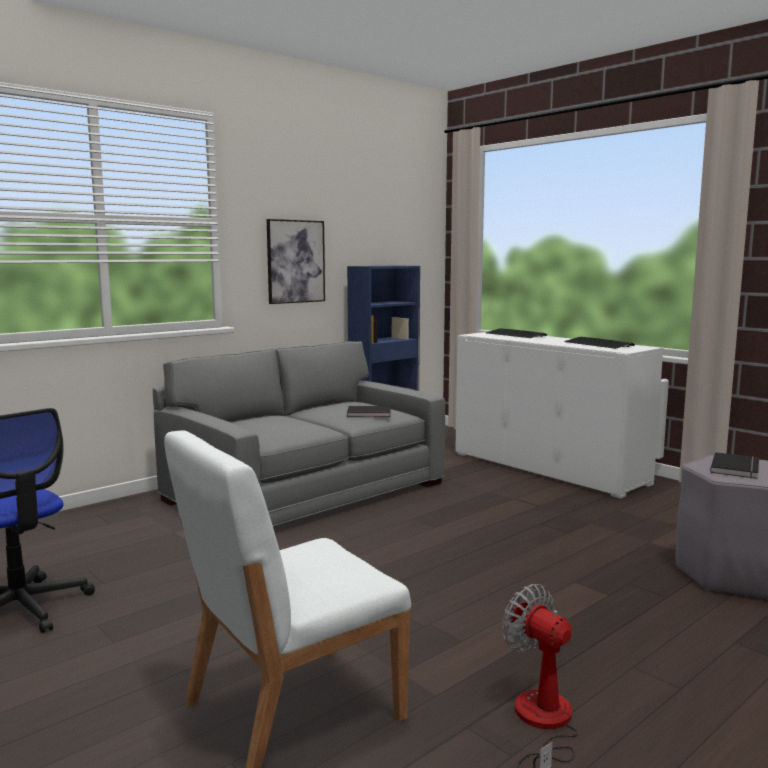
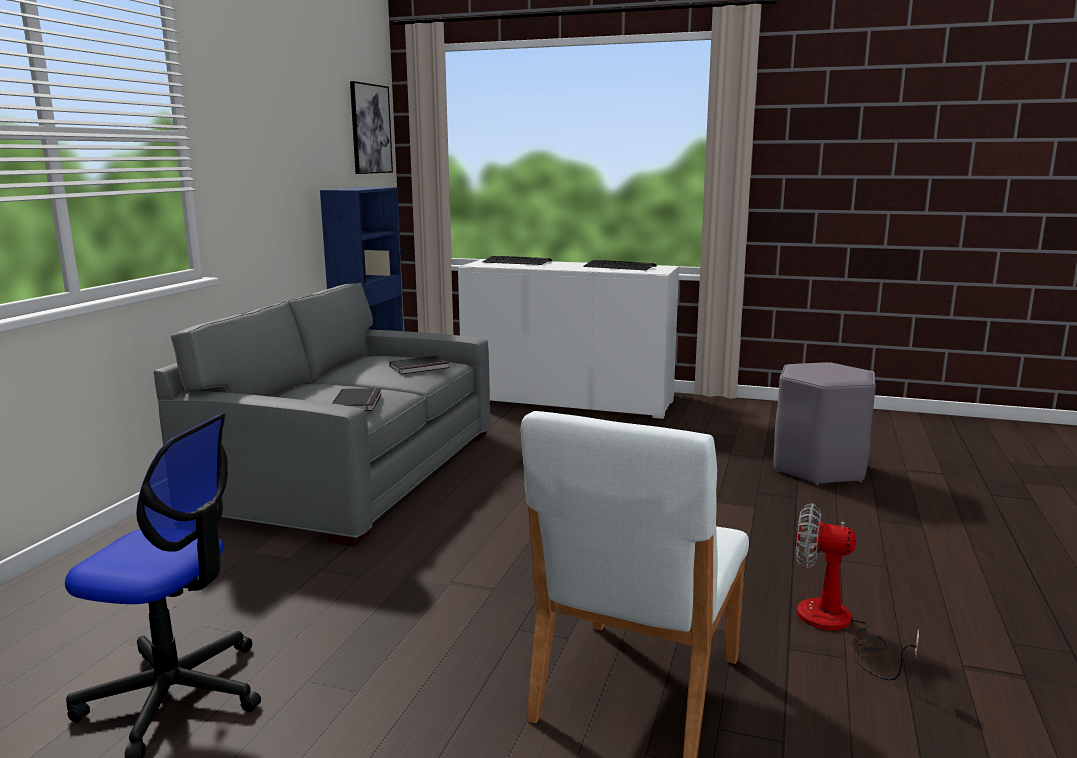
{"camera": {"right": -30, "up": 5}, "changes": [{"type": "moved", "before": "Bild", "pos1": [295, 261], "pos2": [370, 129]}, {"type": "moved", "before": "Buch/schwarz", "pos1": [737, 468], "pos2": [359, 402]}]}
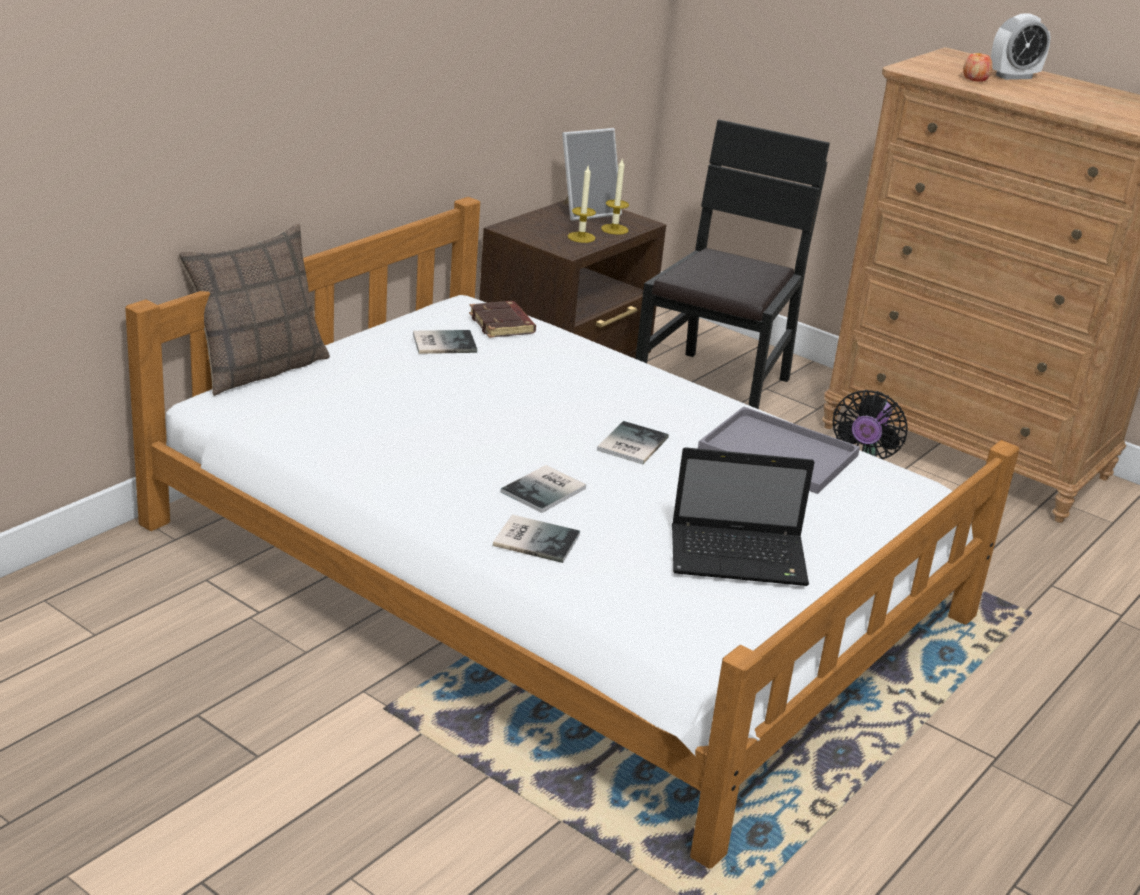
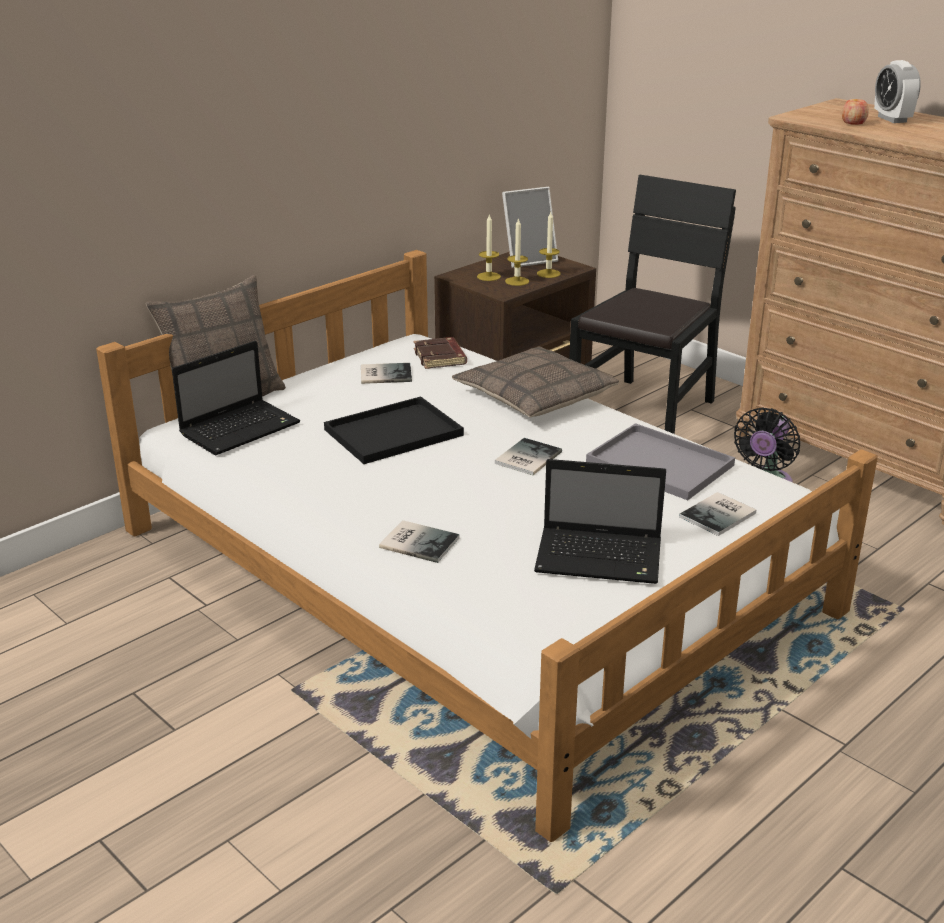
{"camera": {"right": 10, "up": 0}, "changes": [{"type": "moved", "before": "Buch", "pos1": [546, 490], "pos2": [720, 515]}, {"type": "turned", "before": "Wecker", "pos1": [1013, 77], "pos2": [892, 119], "turn": 90}, {"type": "added", "after": "Laptop", "pos2": [241, 428]}, {"type": "added", "after": "Tablett/schwarz", "pos2": [392, 433]}, {"type": "added", "after": "Kissen", "pos2": [534, 396]}, {"type": "added", "after": "Kerze", "pos2": [488, 276]}]}
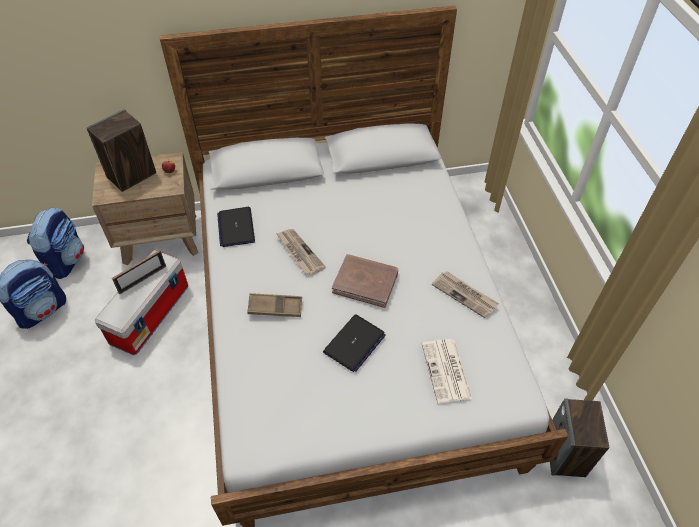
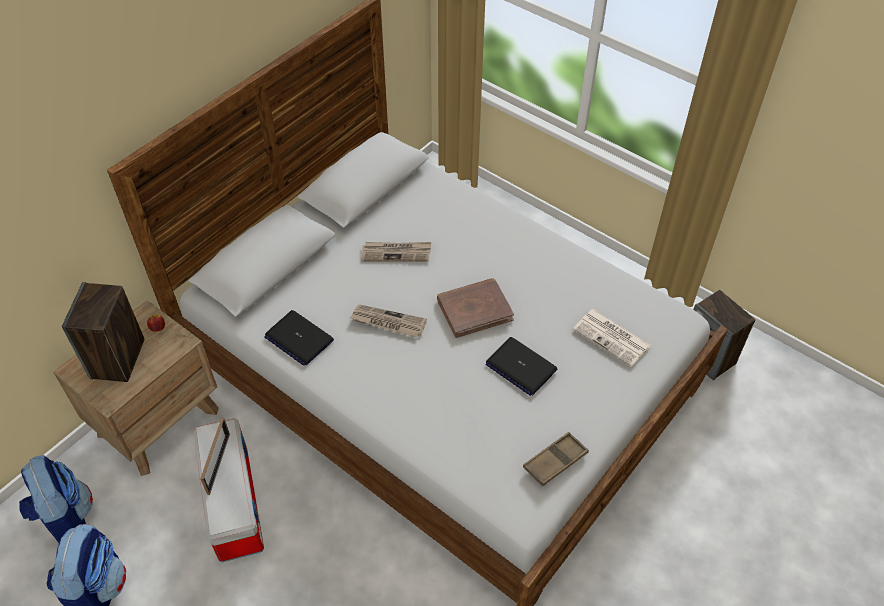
{"camera": {"right": -40, "up": 0}, "changes": [{"type": "moved", "before": "Tablett/braun", "pos1": [275, 308], "pos2": [555, 461]}, {"type": "turned", "before": "Laptop", "pos1": [354, 344], "pos2": [520, 367], "turn": 135}, {"type": "moved", "before": "Zeitung", "pos1": [465, 295], "pos2": [396, 253]}]}
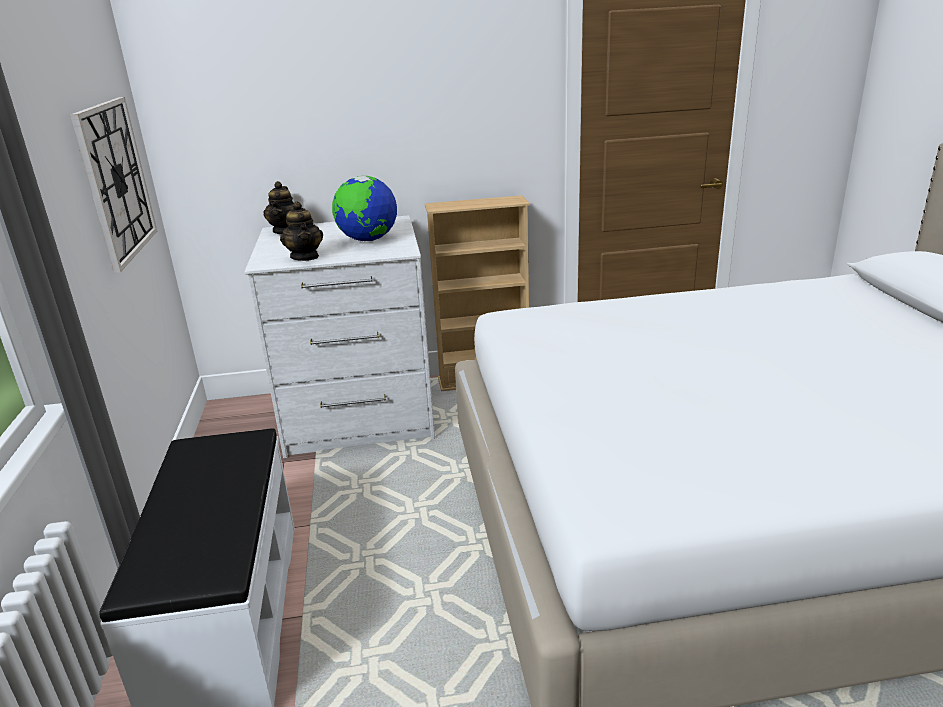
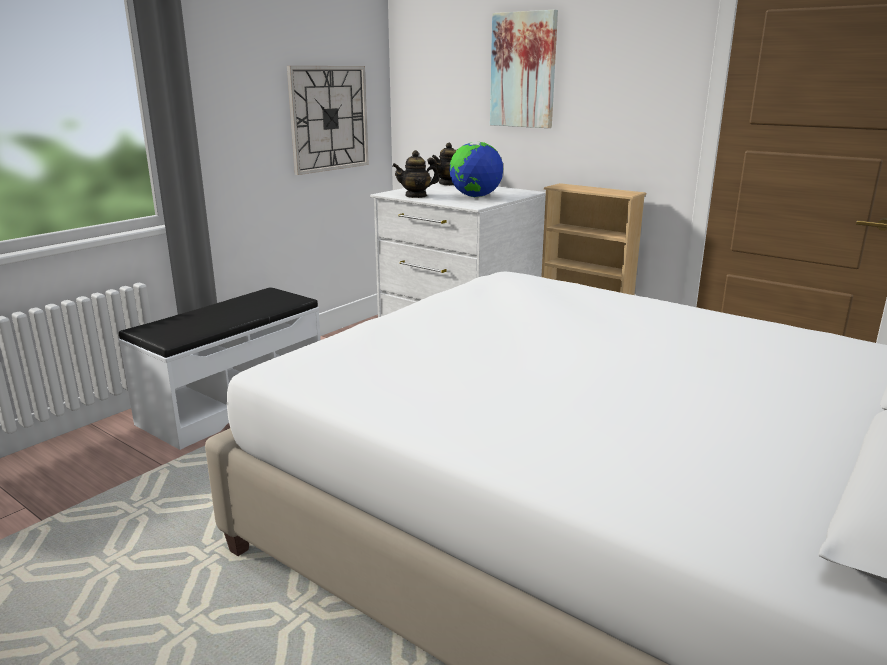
{"camera": {"right": 45, "up": -5}, "changes": [{"type": "turned", "before": "Teekanne", "pos1": [305, 257], "pos2": [416, 196], "turn": 45}, {"type": "added", "after": "Bild", "pos2": [523, 70]}]}
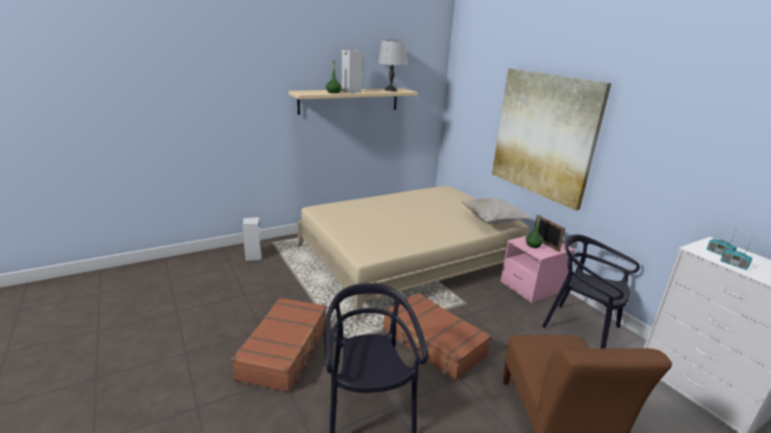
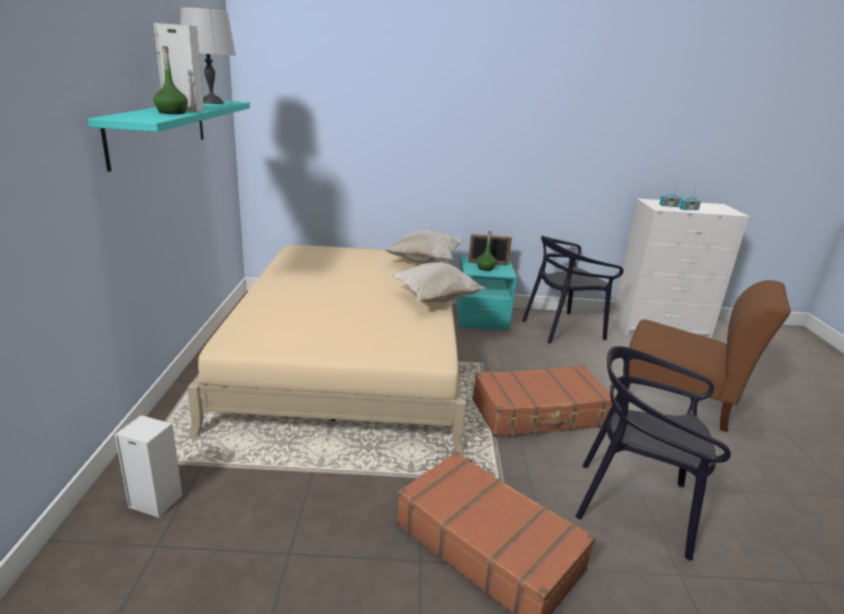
{"camera": {"right": -60, "up": 0}, "changes": [{"type": "recoloured", "before": "Wandregal/beige", "after": "Wandregal/türkis", "pos1": [349, 100], "pos2": [160, 130]}, {"type": "removed", "before": "Bild", "pos1": [544, 135]}, {"type": "recoloured", "before": "Nachttisch/rosa", "after": "Nachttisch/türkis", "pos1": [531, 287], "pos2": [481, 318]}, {"type": "added", "after": "Kissen/weiß", "pos2": [434, 299]}]}
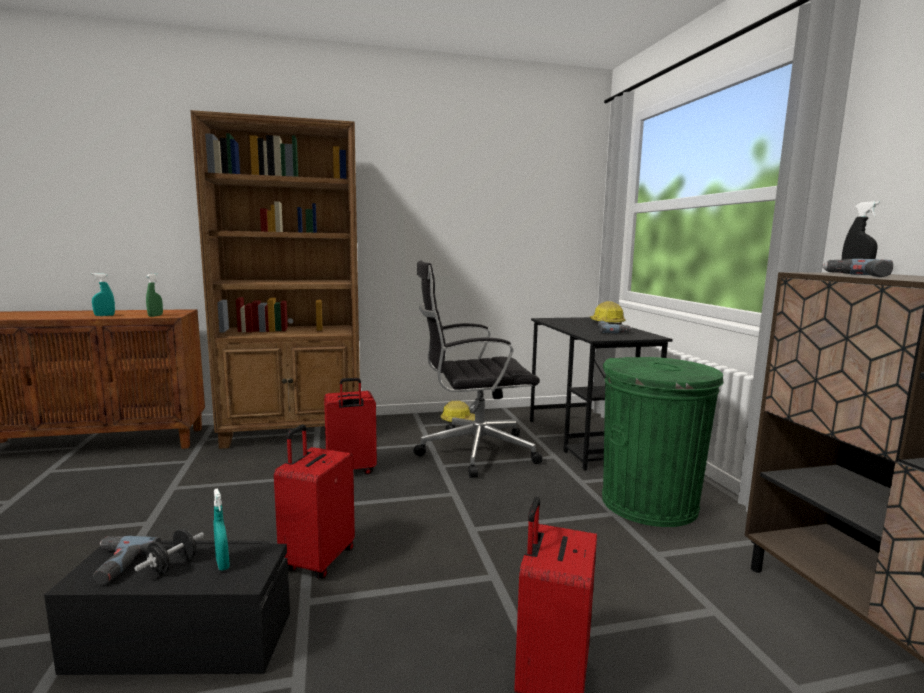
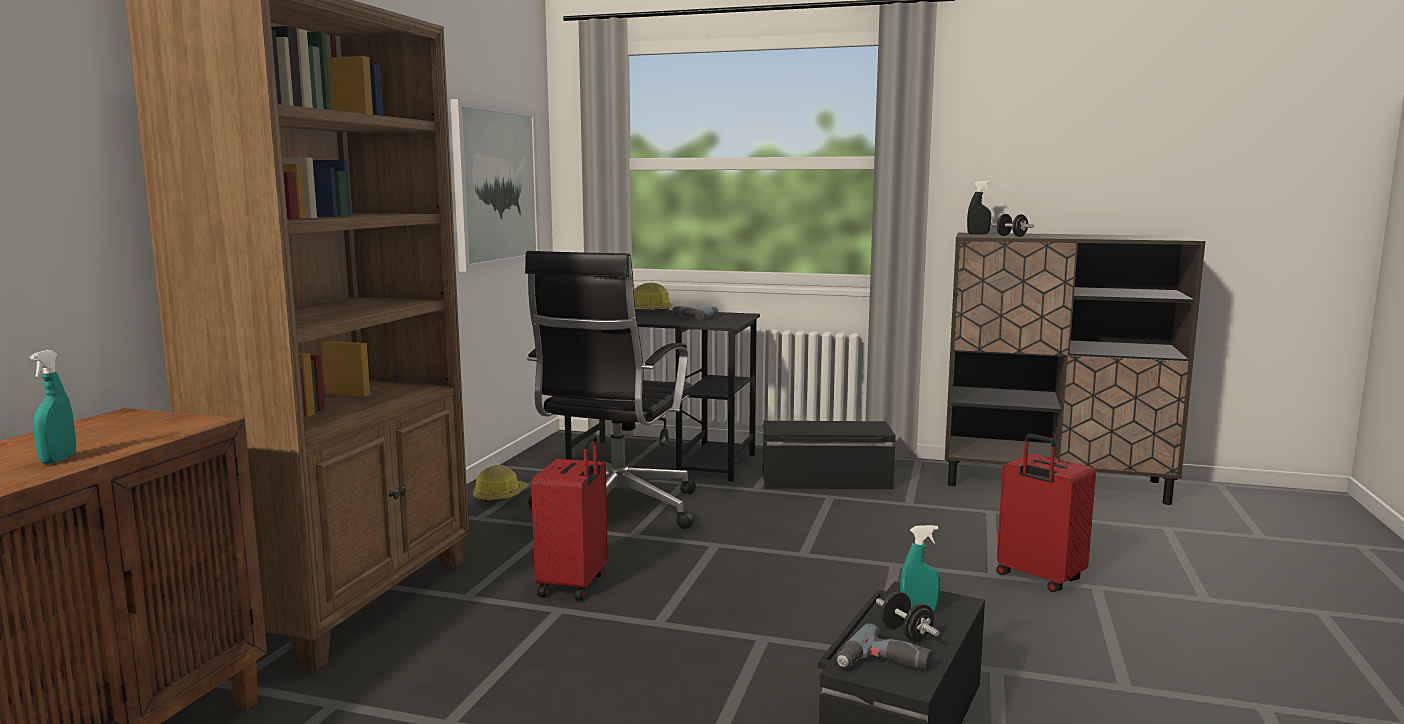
{"camera": {"right": -60, "up": 0}, "changes": [{"type": "removed", "before": "Sprühflasche/grün", "pos1": [155, 316]}, {"type": "removed", "before": "Koffer/rot", "pos1": [317, 560]}, {"type": "replaced", "before": "Mülleimer/grün", "after": "Aufbewahrungsbox/schwarz", "pos1": [649, 503], "pos2": [826, 480]}, {"type": "replaced", "before": "Bohrmaschine", "after": "Hantel/schwarz", "pos1": [859, 275], "pos2": [1011, 236]}, {"type": "added", "after": "Bild", "pos2": [496, 186]}]}
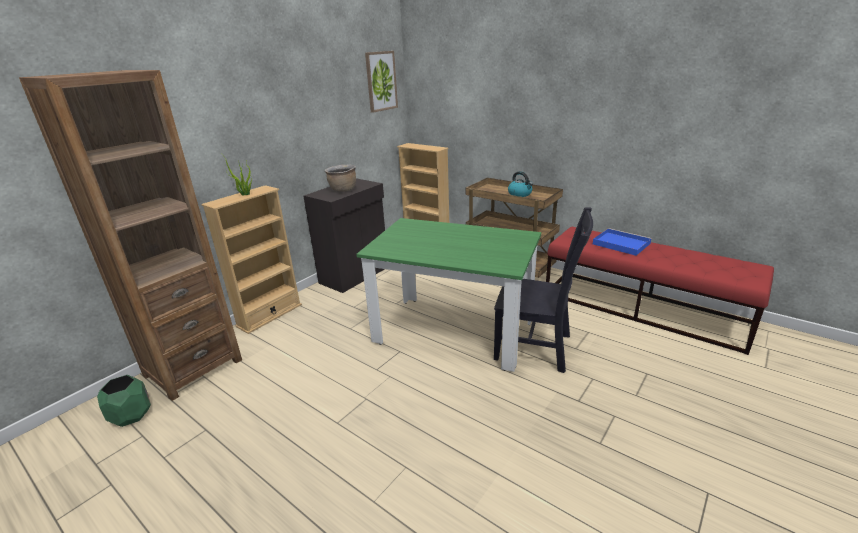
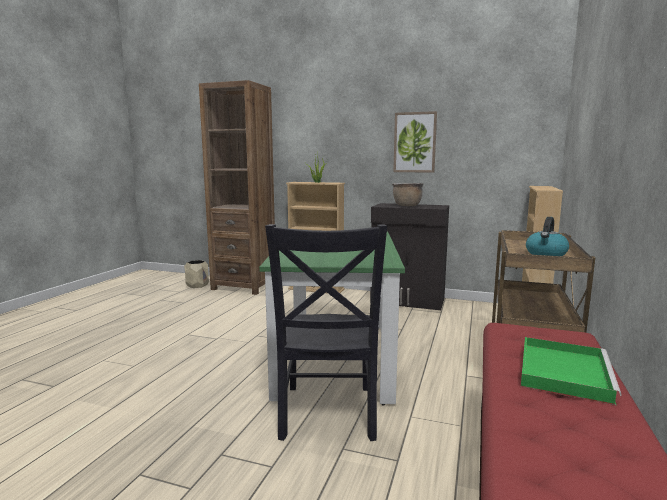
{"camera": {"right": 70, "up": -15}, "changes": [{"type": "recoloured", "before": "Pflanzkübel/grün", "after": "Pflanzkübel/beige", "pos1": [131, 415], "pos2": [197, 285]}, {"type": "moved", "before": "Bild", "pos1": [381, 81], "pos2": [415, 142]}, {"type": "recoloured", "before": "Tablett/blau", "after": "Tablett/grün", "pos1": [620, 243], "pos2": [563, 371]}]}
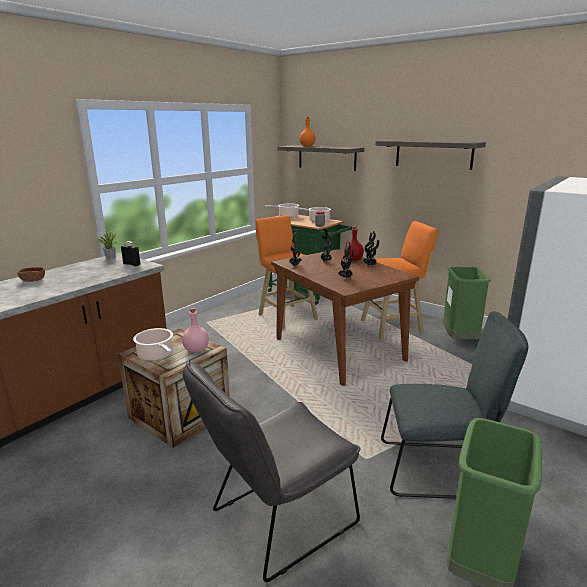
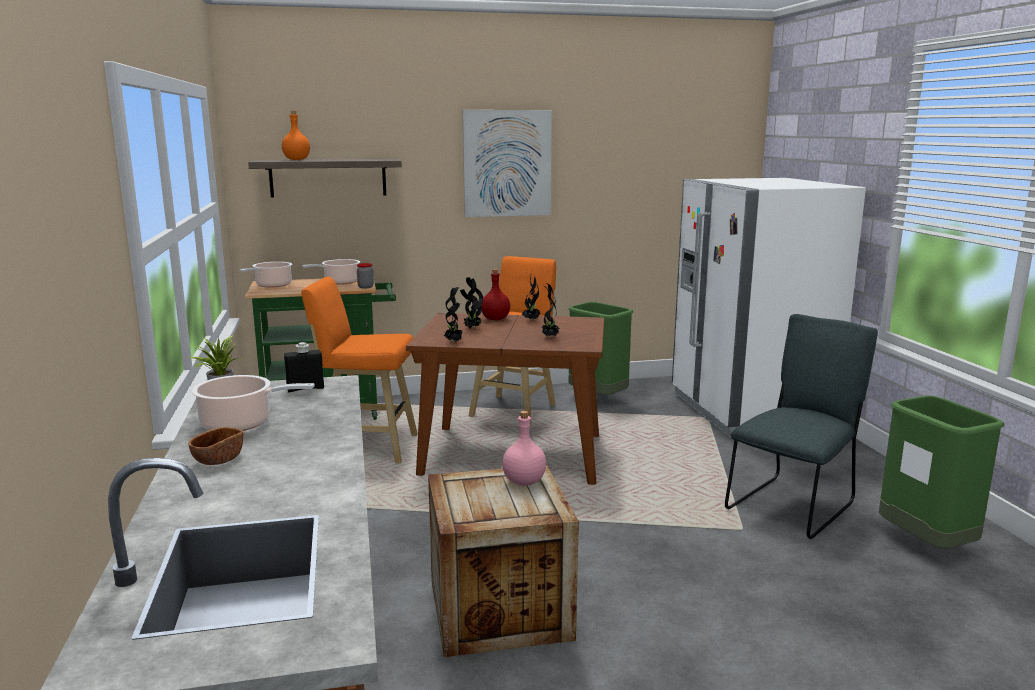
{"camera": {"right": -50, "up": -5}, "changes": [{"type": "moved", "before": "Kochtopf", "pos1": [156, 355], "pos2": [241, 424]}, {"type": "removed", "before": "Stuhl/grau", "pos1": [276, 521]}, {"type": "replaced", "before": "Wandregal", "after": "Bild", "pos1": [433, 154], "pos2": [507, 163]}]}
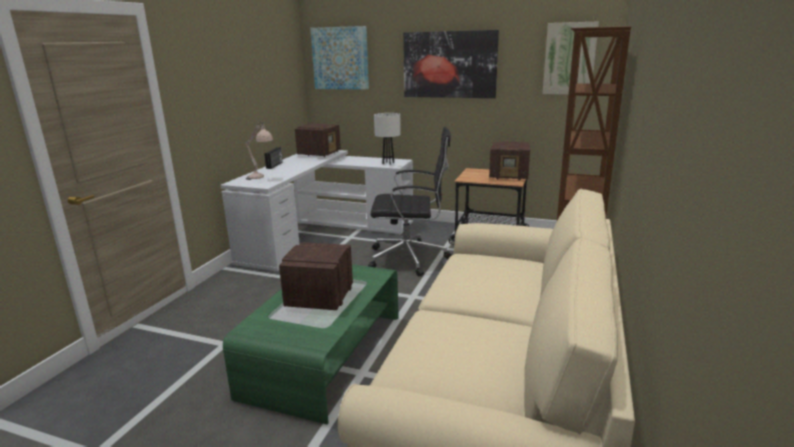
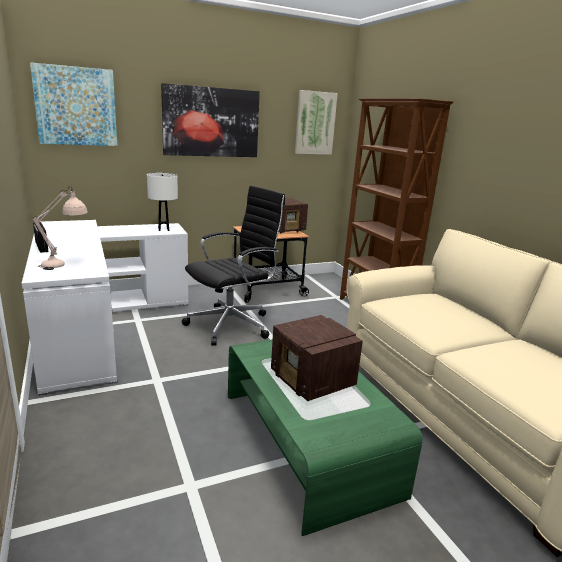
{"camera": {"right": -45, "up": 0}, "changes": [{"type": "removed", "before": "Radio", "pos1": [320, 154]}]}
